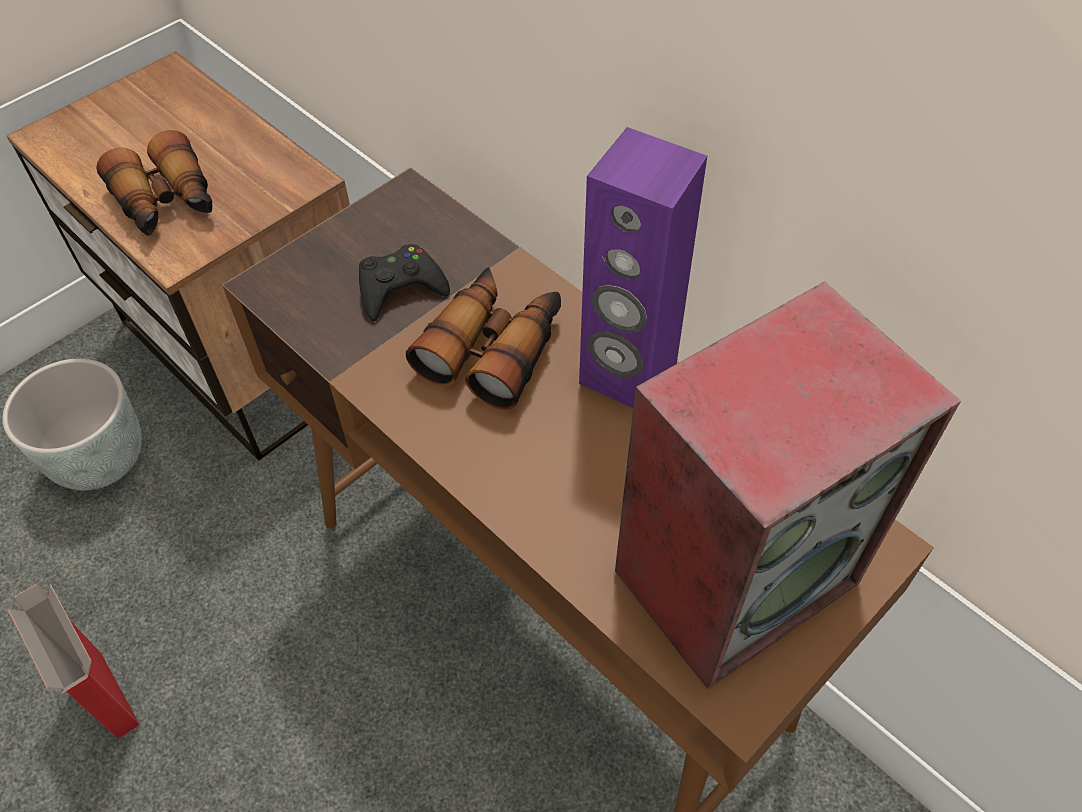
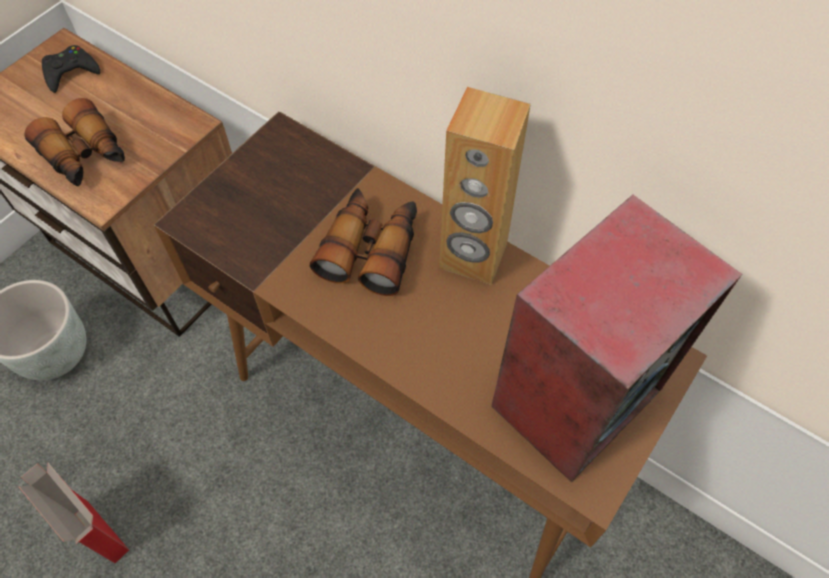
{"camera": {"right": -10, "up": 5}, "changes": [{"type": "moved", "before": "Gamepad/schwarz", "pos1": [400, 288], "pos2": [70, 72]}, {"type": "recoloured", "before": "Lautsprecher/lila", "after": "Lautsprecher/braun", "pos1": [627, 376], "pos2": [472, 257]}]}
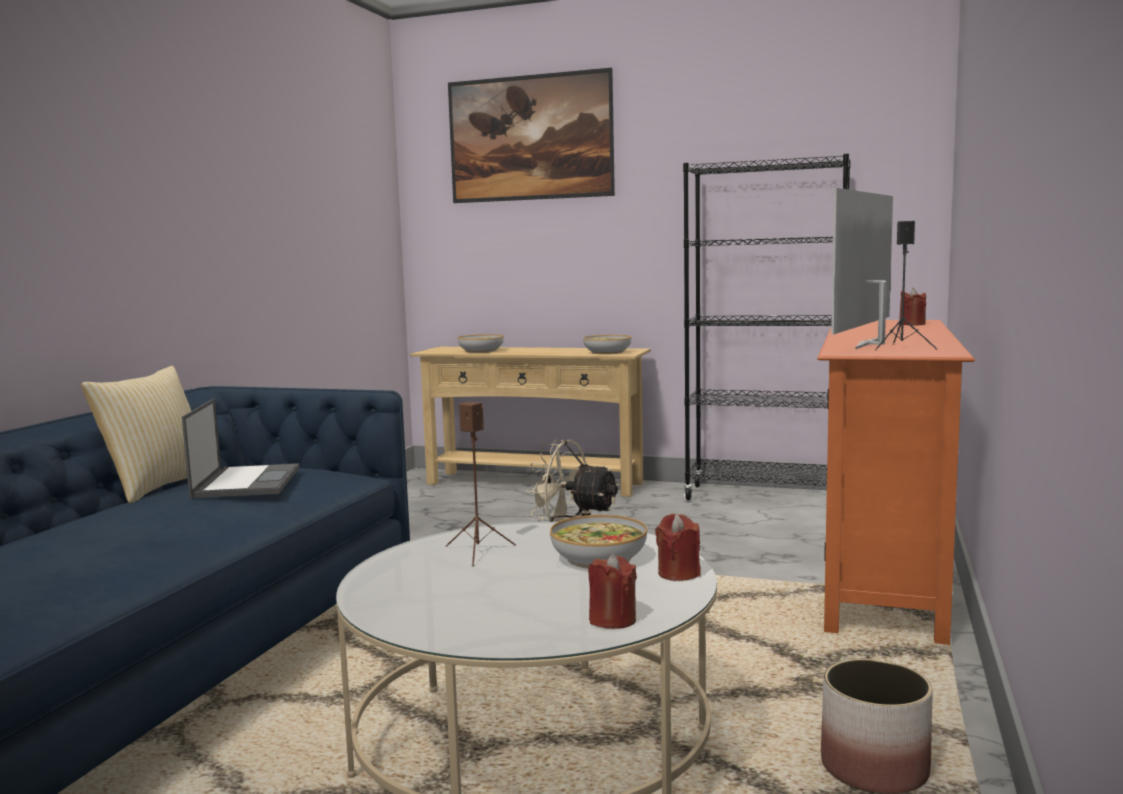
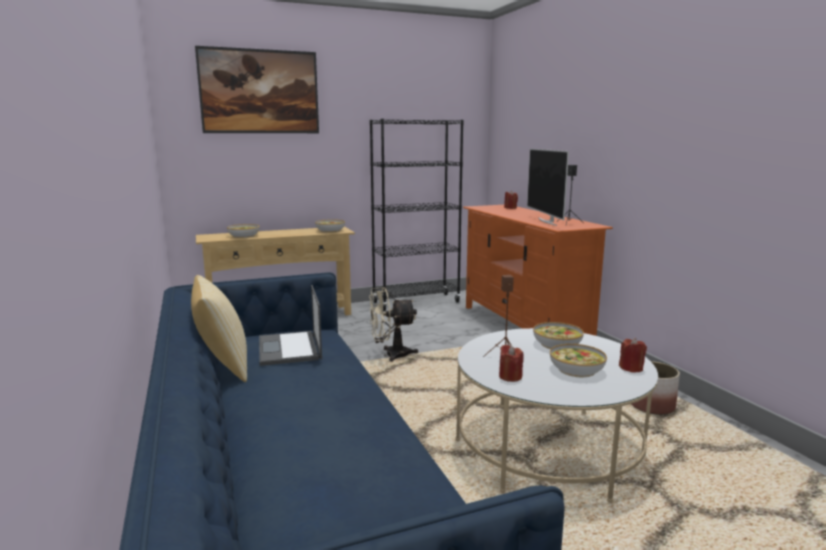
{"camera": {"right": -40, "up": 5}, "changes": [{"type": "turned", "before": "Laptop", "pos1": [247, 482], "pos2": [290, 349], "turn": -150}, {"type": "moved", "before": "Kerze/rot", "pos1": [678, 573], "pos2": [510, 377]}, {"type": "added", "after": "Schüssel", "pos2": [577, 369]}]}
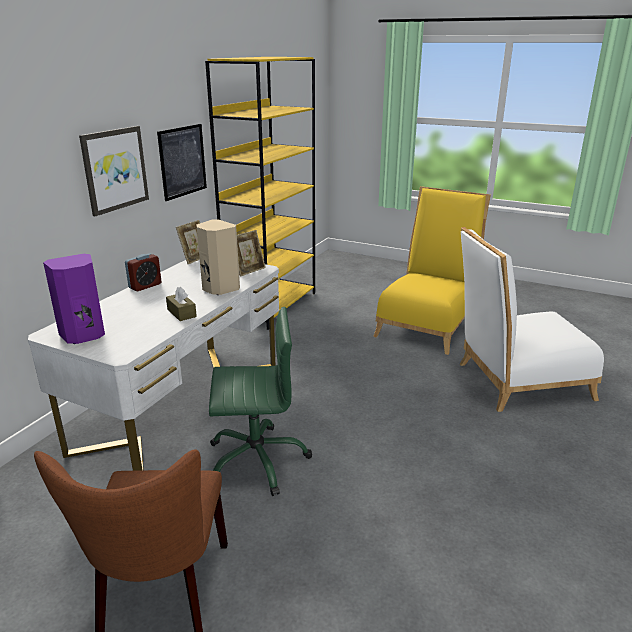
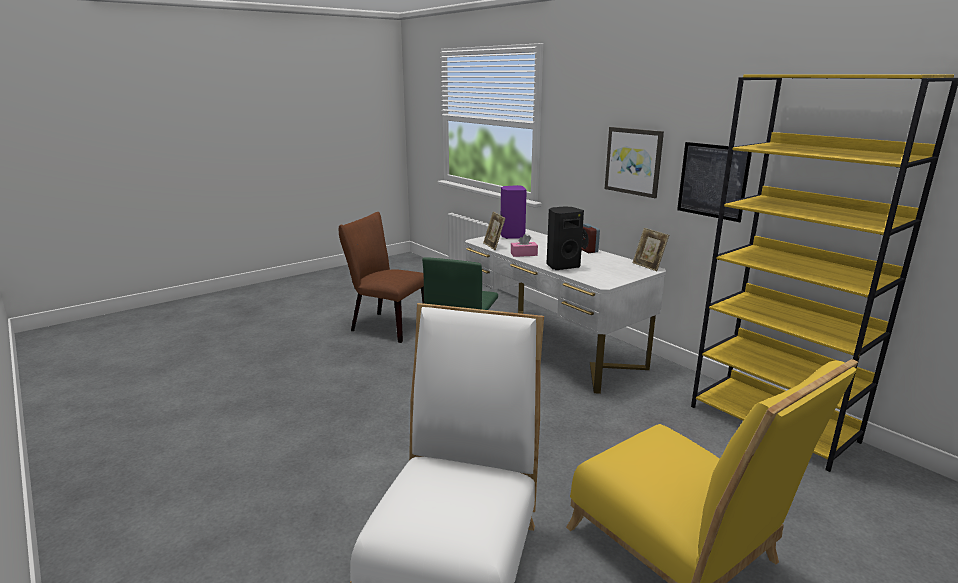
{"camera": {"right": 115, "up": -5}, "changes": [{"type": "recoloured", "before": "Taschentuchbox/braun", "after": "Taschentuchbox/rosa", "pos1": [181, 313], "pos2": [524, 254]}, {"type": "recoloured", "before": "Lautsprecher/beige", "after": "Lautsprecher/schwarz", "pos1": [219, 289], "pos2": [562, 266]}, {"type": "moved", "before": "Bilderrahmen", "pos1": [249, 270], "pos2": [493, 246]}]}
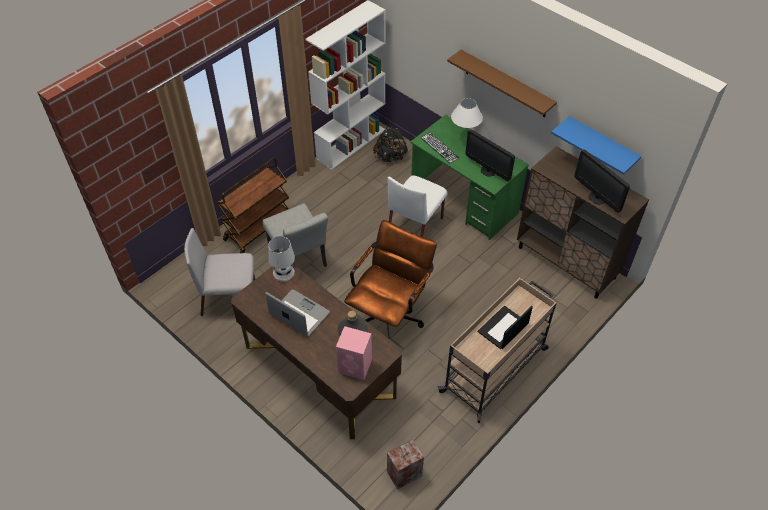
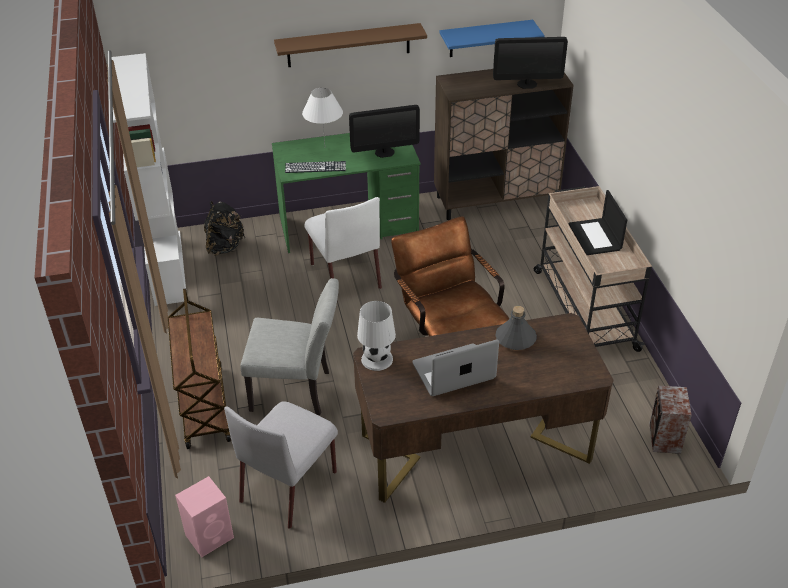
{"camera": {"right": -55, "up": -10}, "changes": [{"type": "moved", "before": "Lautsprecher/rosa", "pos1": [356, 366], "pos2": [210, 536]}]}
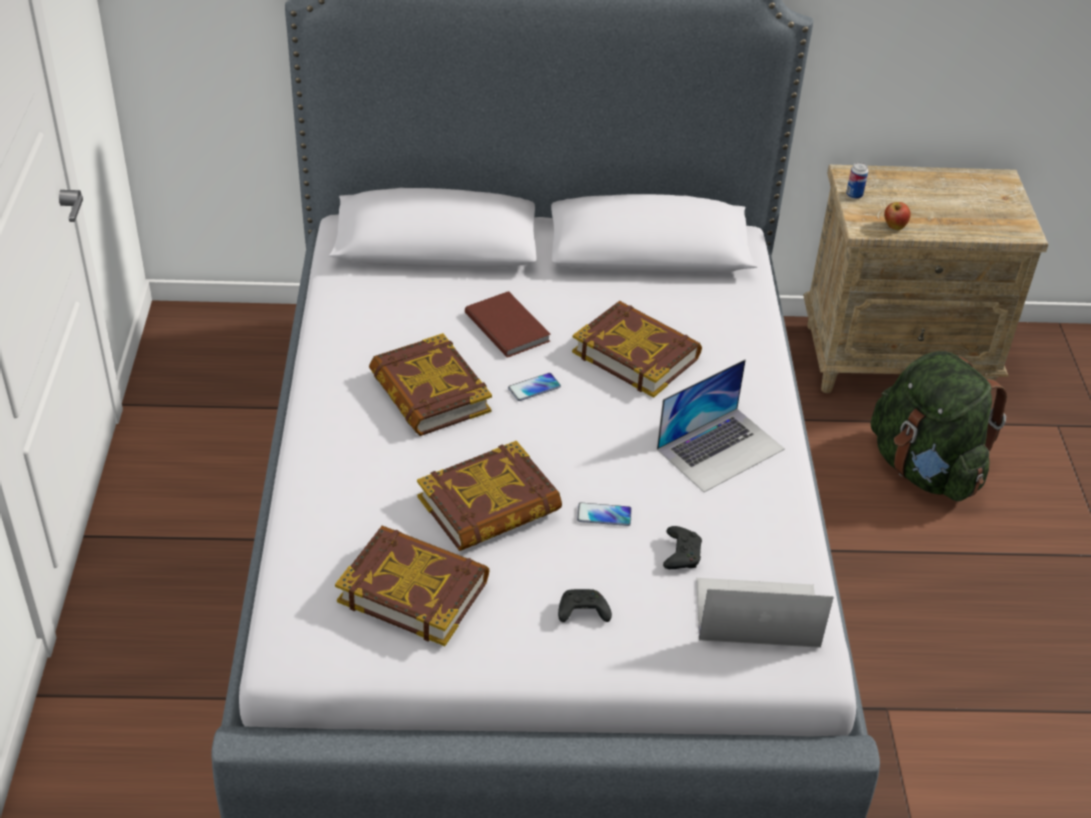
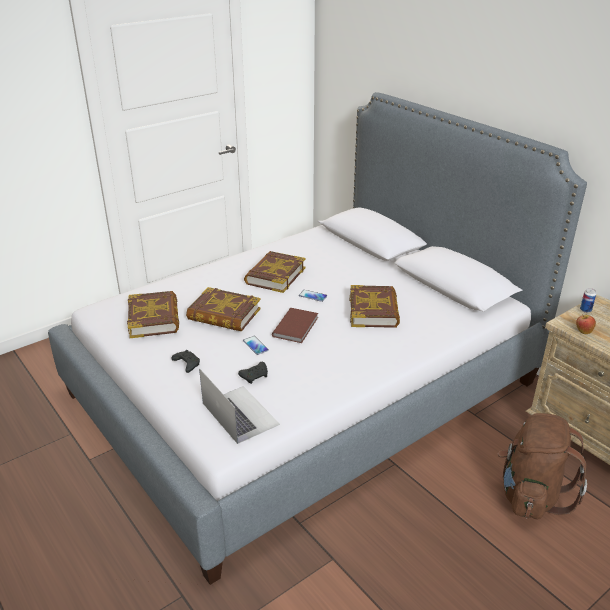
{"camera": {"right": 55, "up": -10}, "changes": [{"type": "moved", "before": "Buch/braun", "pos1": [508, 326], "pos2": [297, 326]}, {"type": "removed", "before": "Laptop", "pos1": [720, 449]}, {"type": "recoloured", "before": "Rucksack/grün", "after": "Rucksack/braun", "pos1": [924, 469], "pos2": [531, 494]}]}
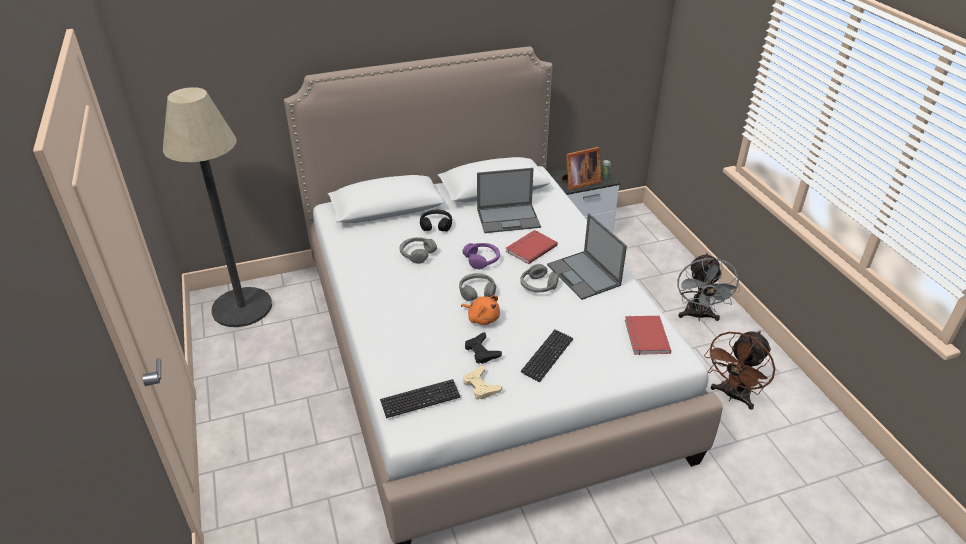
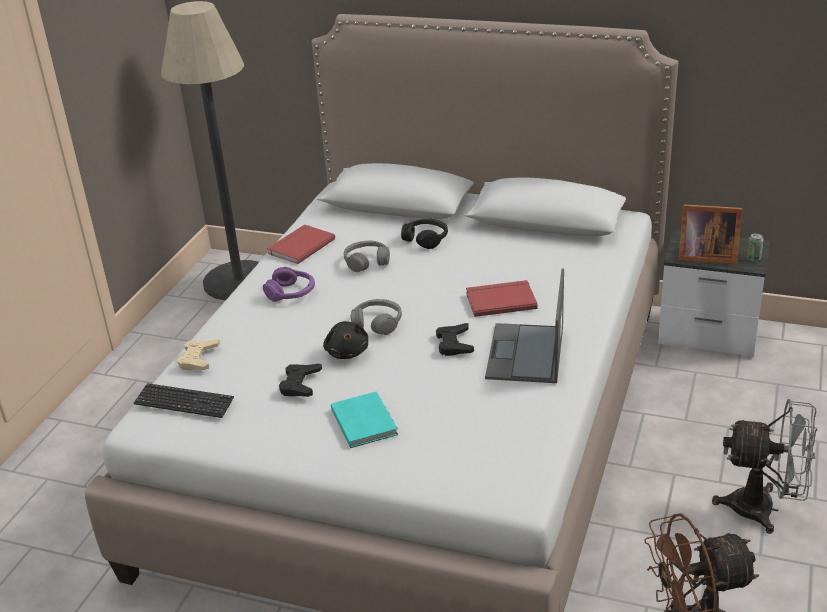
{"camera": {"right": 40, "up": -5}, "changes": [{"type": "recoloured", "before": "Plüschtier/orange", "after": "Plüschtier/schwarz", "pos1": [482, 318], "pos2": [347, 352]}, {"type": "moved", "before": "Kopfhörer/lila", "pos1": [482, 260], "pos2": [291, 293]}, {"type": "moved", "before": "Gamepad/beige", "pos1": [481, 386], "pos2": [198, 359]}, {"type": "removed", "before": "Laptop", "pos1": [509, 218]}, {"type": "replaced", "before": "Kopfhörer/grau", "after": "Gamepad/schwarz", "pos1": [538, 286], "pos2": [454, 344]}, {"type": "replaced", "before": "Tastatur", "after": "Buch/türkis", "pos1": [547, 356], "pos2": [364, 420]}, {"type": "moved", "before": "Buch/rot", "pos1": [645, 337], "pos2": [299, 246]}, {"type": "turned", "before": "Ventilator/grau", "pos1": [698, 316], "pos2": [764, 509], "turn": -120}]}
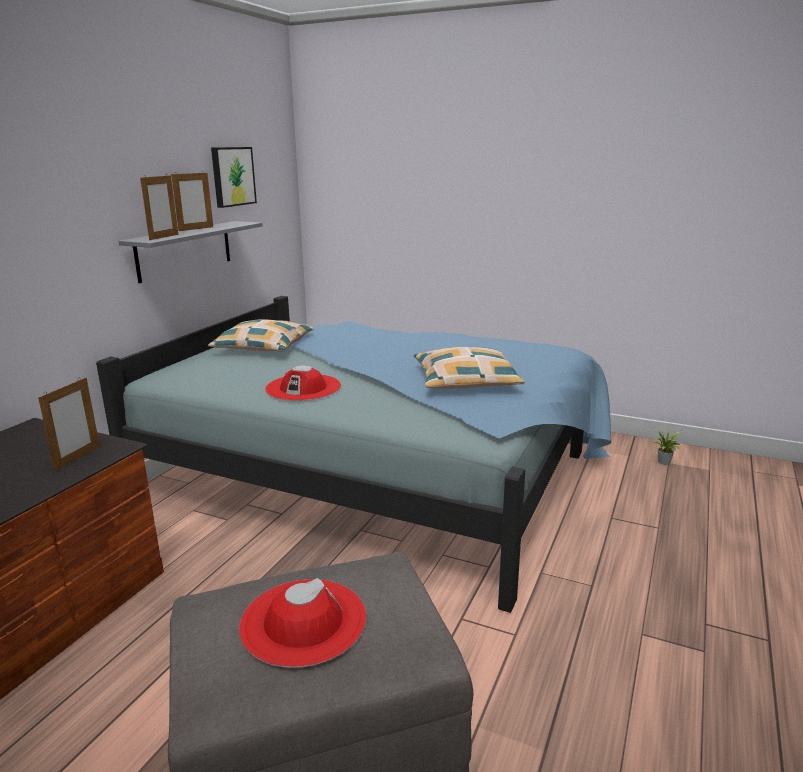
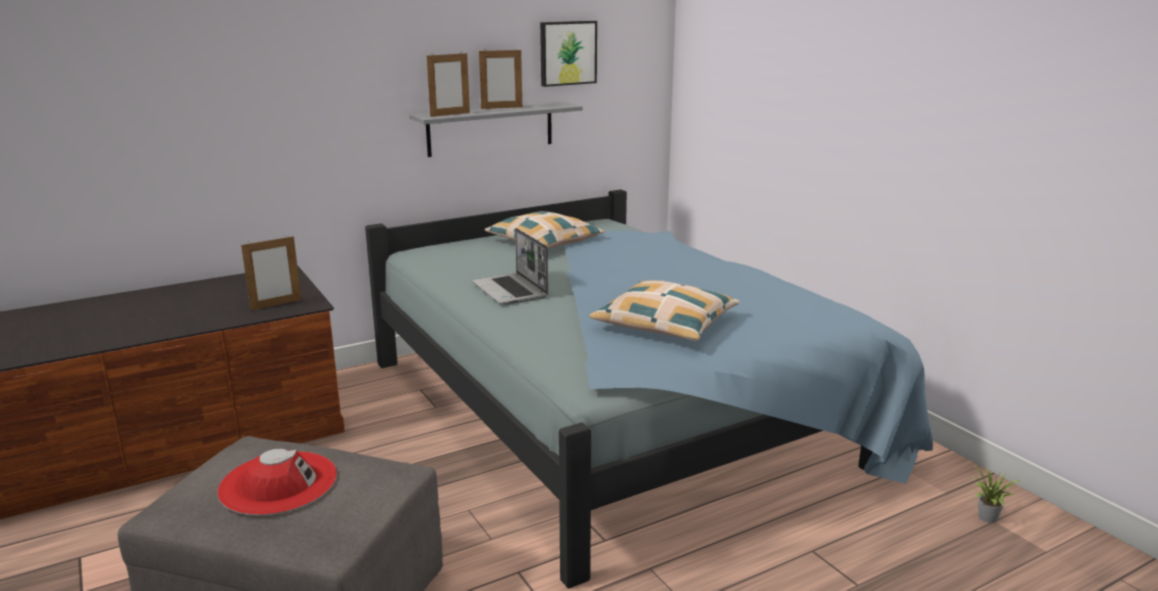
{"camera": {"right": 35, "up": 0}, "changes": [{"type": "replaced", "before": "Hut/rot", "after": "Laptop", "pos1": [303, 388], "pos2": [511, 291]}]}
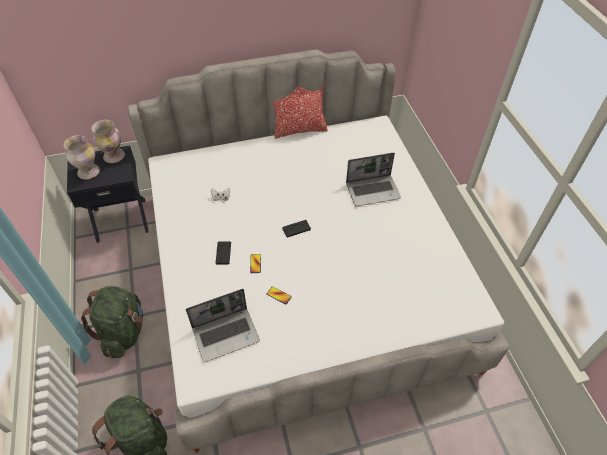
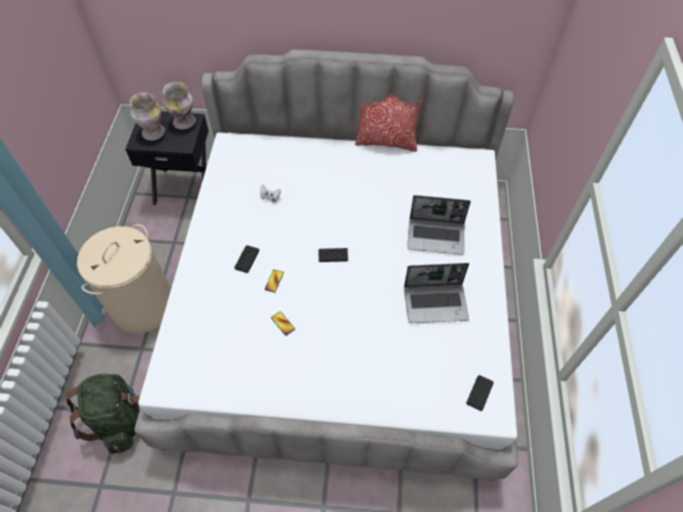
{"camera": {"right": 20, "up": 5}, "changes": [{"type": "replaced", "before": "Rucksack/grün", "after": "Wäschekorb/beige", "pos1": [124, 332], "pos2": [143, 305]}, {"type": "moved", "before": "Laptop", "pos1": [226, 334], "pos2": [436, 303]}, {"type": "added", "after": "Gamepad/schwarz", "pos2": [479, 393]}]}
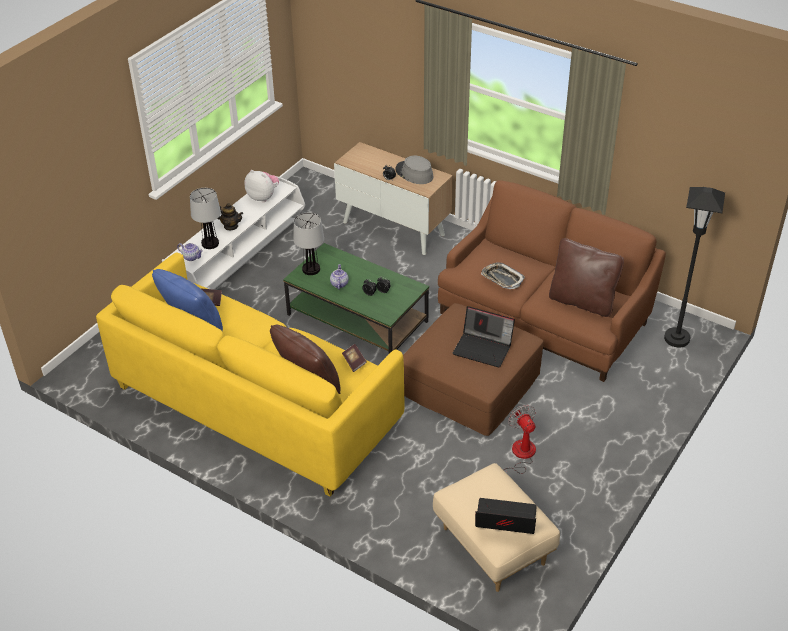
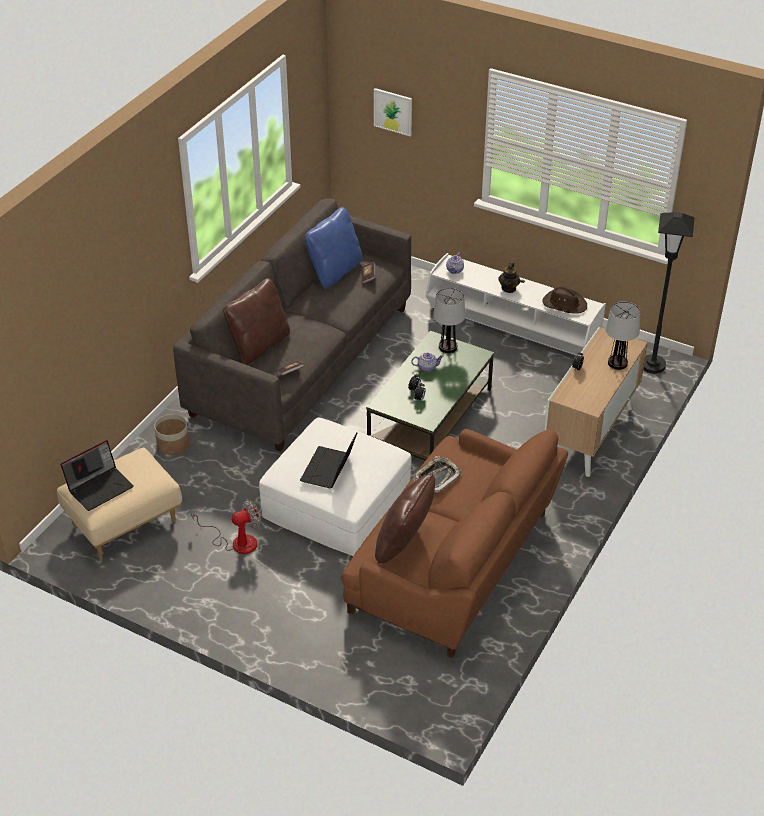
{"camera": {"right": 85, "up": 0}, "changes": [{"type": "recoloured", "before": "Sofa/gelb", "after": "Sofa/grau", "pos1": [255, 405], "pos2": [301, 360]}, {"type": "moved", "before": "Tischlampe", "pos1": [210, 243], "pos2": [618, 363]}, {"type": "replaced", "before": "Plüschtier", "after": "Hut/braun", "pos1": [263, 197], "pos2": [564, 304]}, {"type": "removed", "before": "Hut/grau", "pos1": [414, 173]}, {"type": "recoloured", "before": "Polsterhocker/braun", "after": "Polsterhocker/weiß", "pos1": [470, 384], "pos2": [337, 503]}, {"type": "turned", "before": "Laptop", "pos1": [504, 521], "pos2": [100, 487], "turn": 45}, {"type": "moved", "before": "Stehlampe/schwarz", "pos1": [677, 338], "pos2": [652, 365]}, {"type": "added", "after": "Pflanzkübel", "pos2": [173, 444]}, {"type": "added", "after": "Bild", "pos2": [393, 111]}]}
